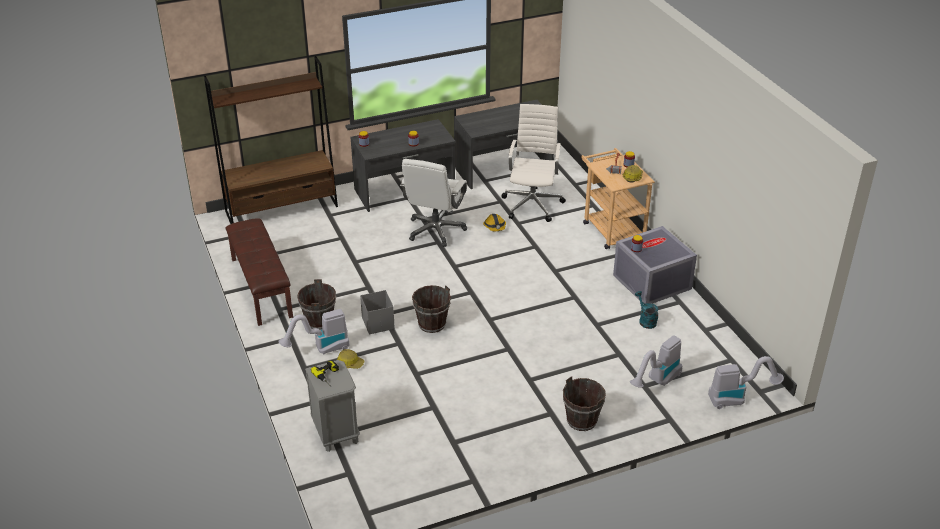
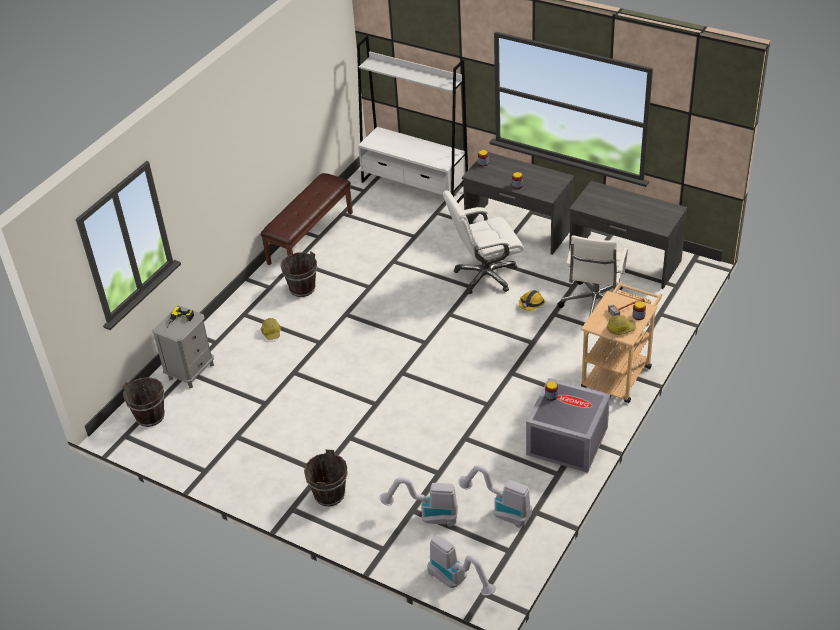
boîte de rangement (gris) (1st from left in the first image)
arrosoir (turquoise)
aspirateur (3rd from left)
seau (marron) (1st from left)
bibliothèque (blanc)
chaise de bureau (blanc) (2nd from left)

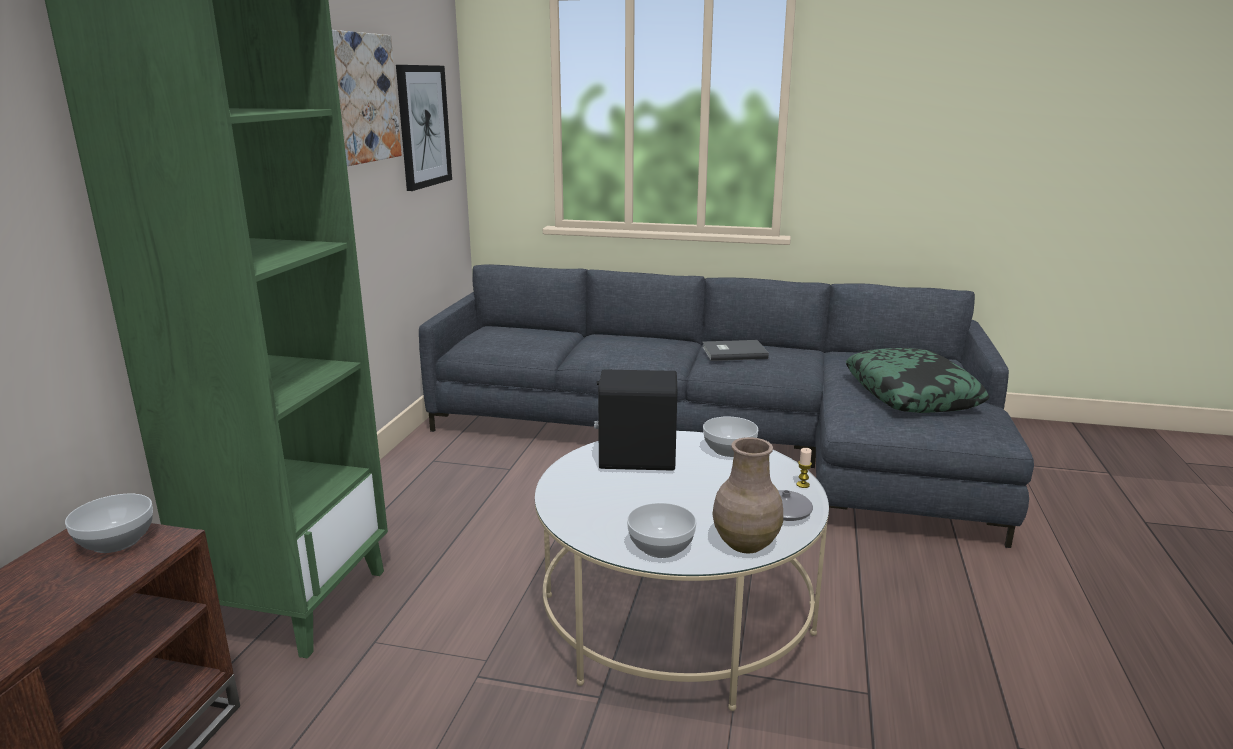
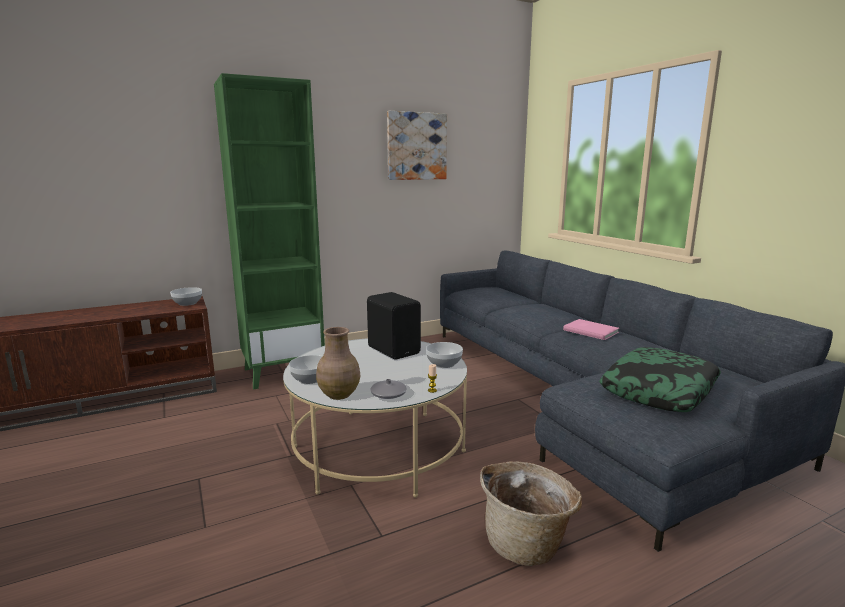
tableau (2nd from left in the first image)
panier
livre (rose)

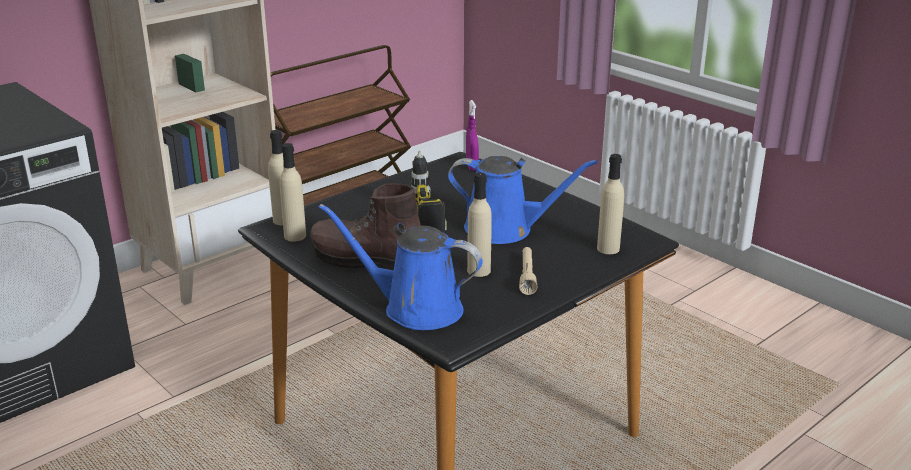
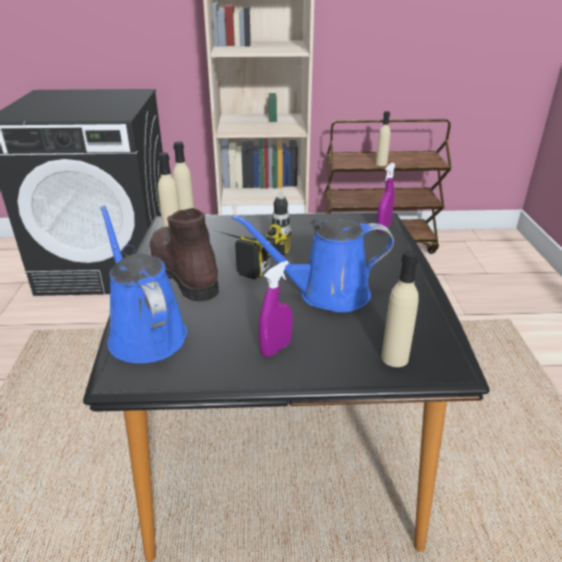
bouteille (beige) (3rd from left)
vaporisateur (violet) (1st from left)
arrosoir (bleu) (2nd from left)

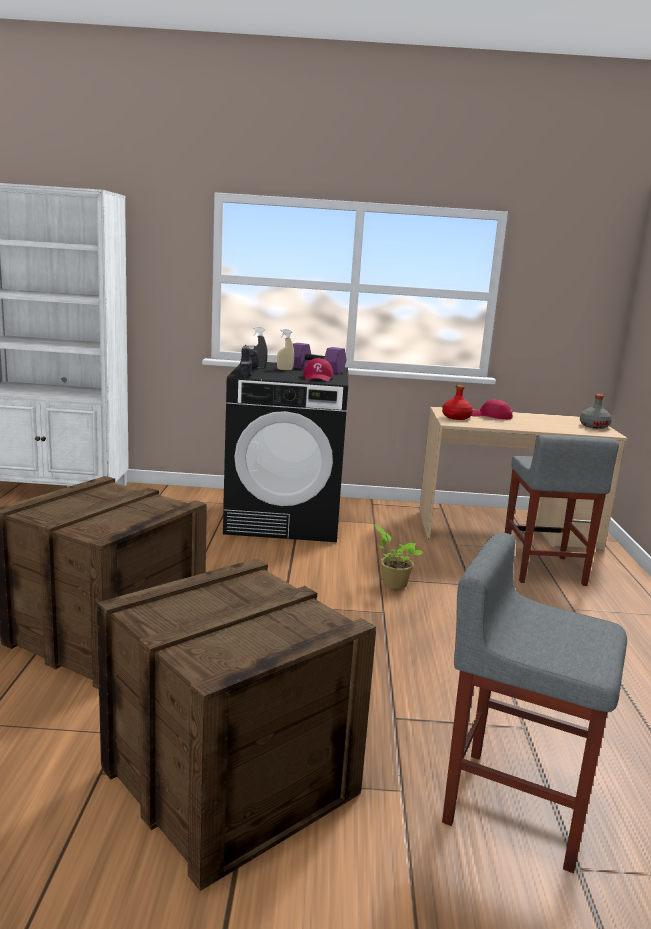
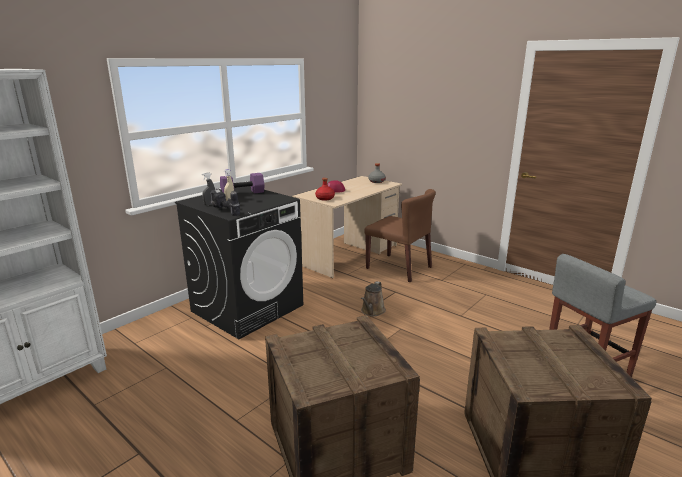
casquette (rouge) (1st from left in the first image)
arrosoir (marron)
chaise (marron)

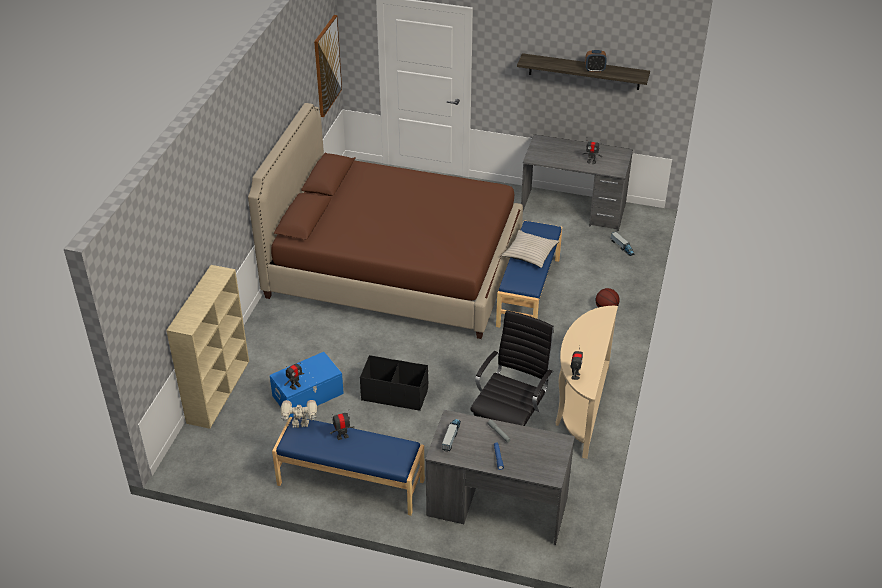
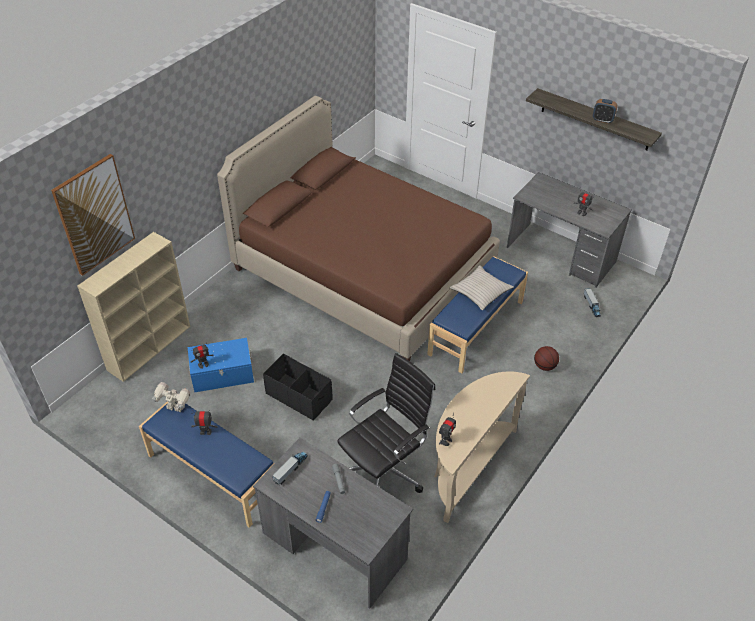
tableau

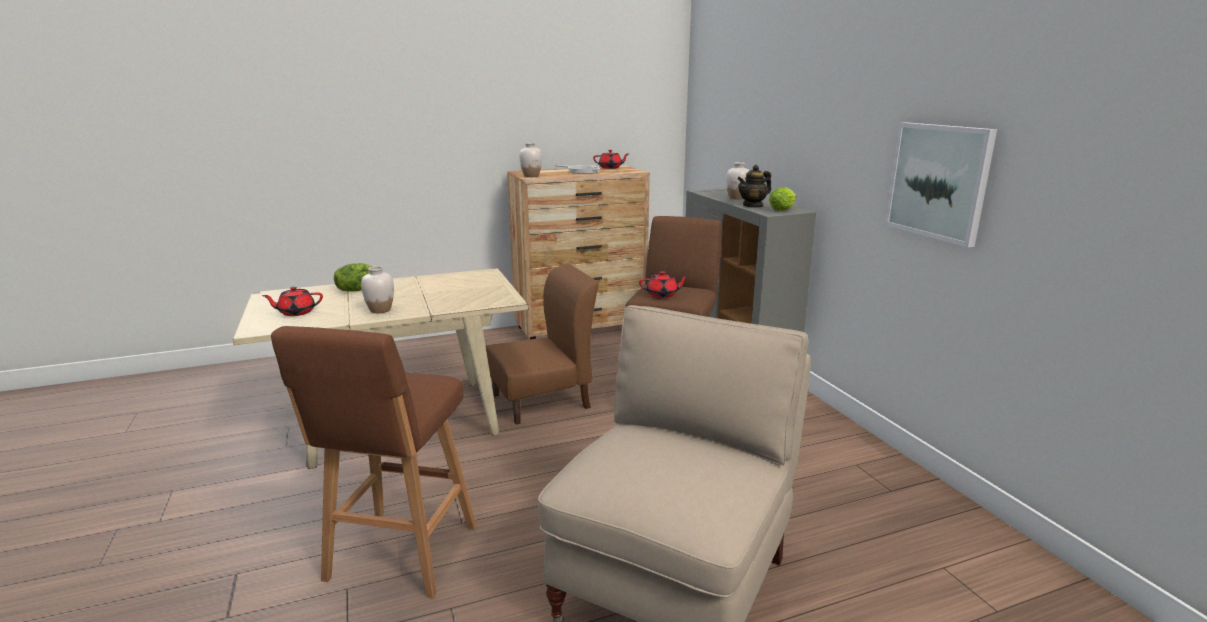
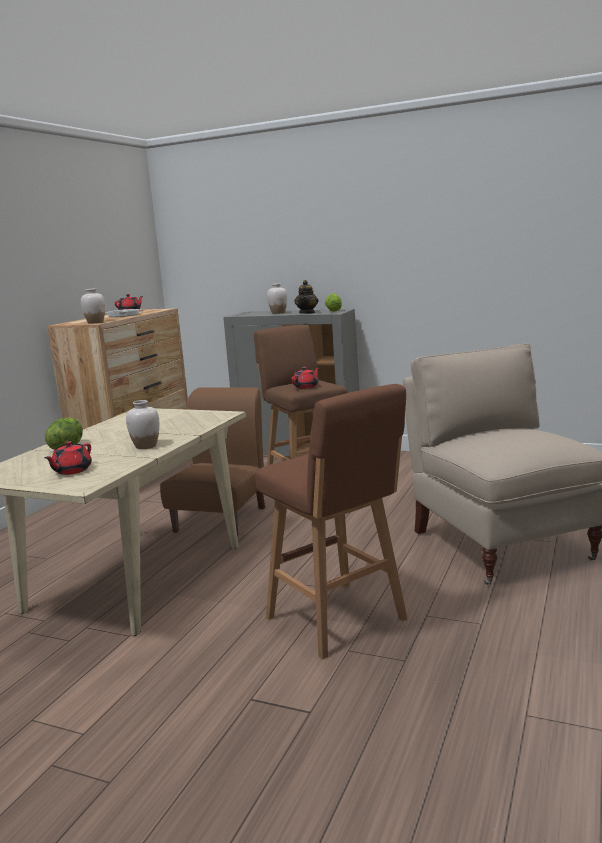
tableau

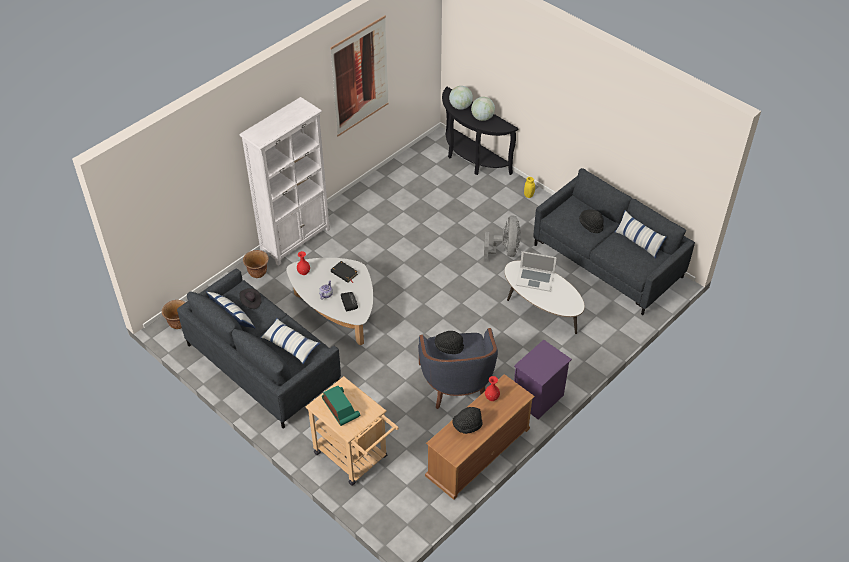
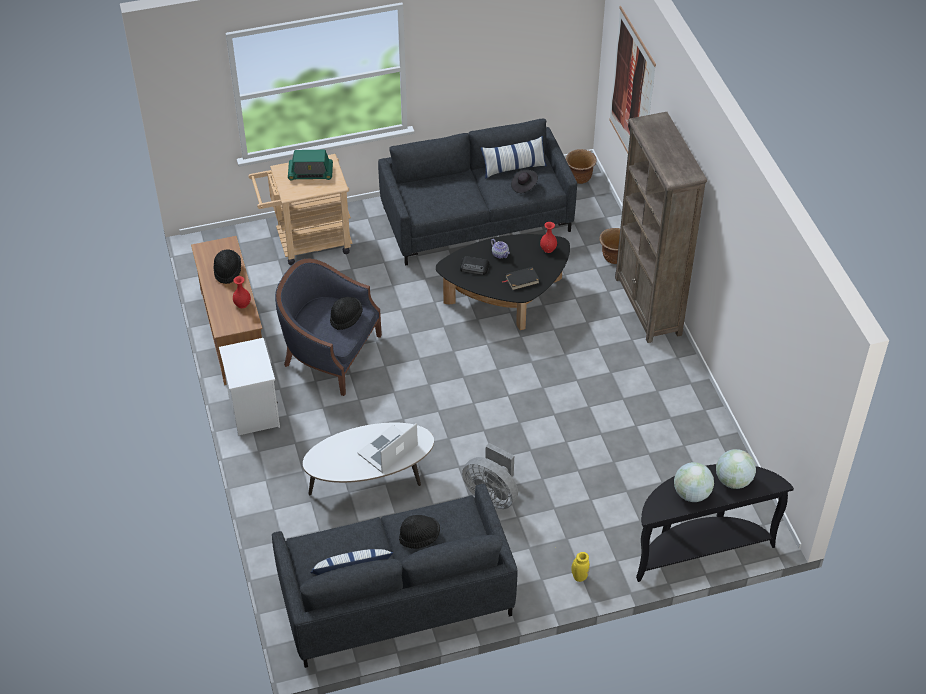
coussin (2nd from left in the first image)
tableau
bibliothèque (marron)
table basse (noir)
table de chevet (blanc)

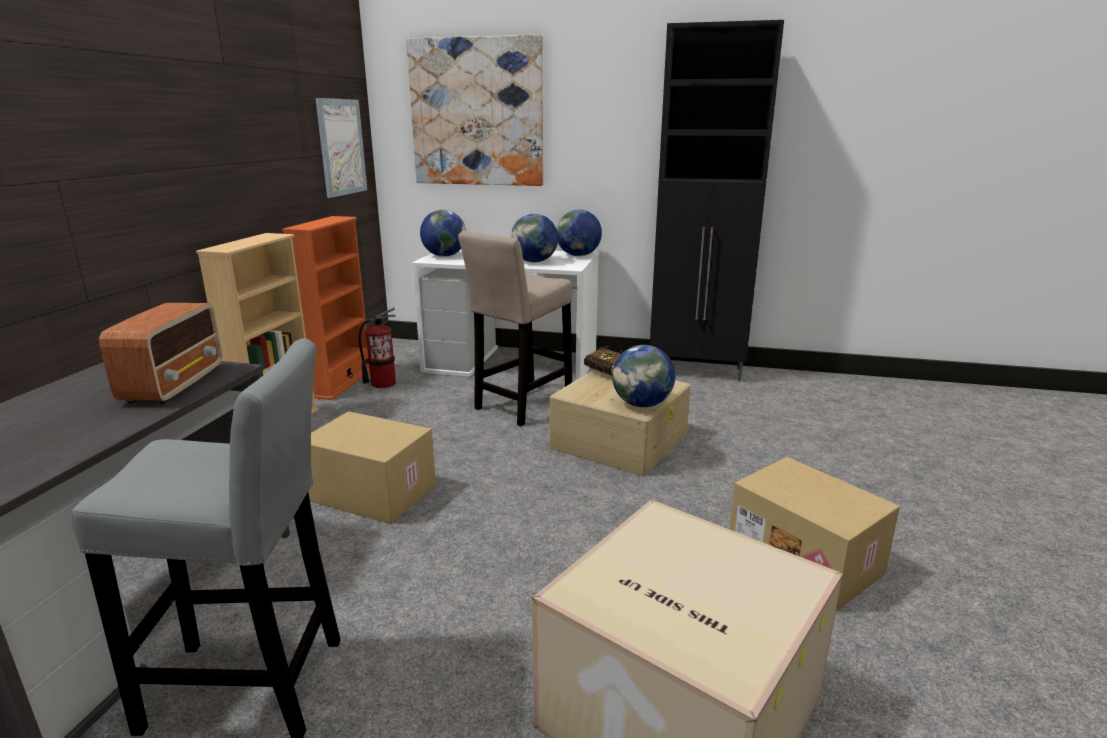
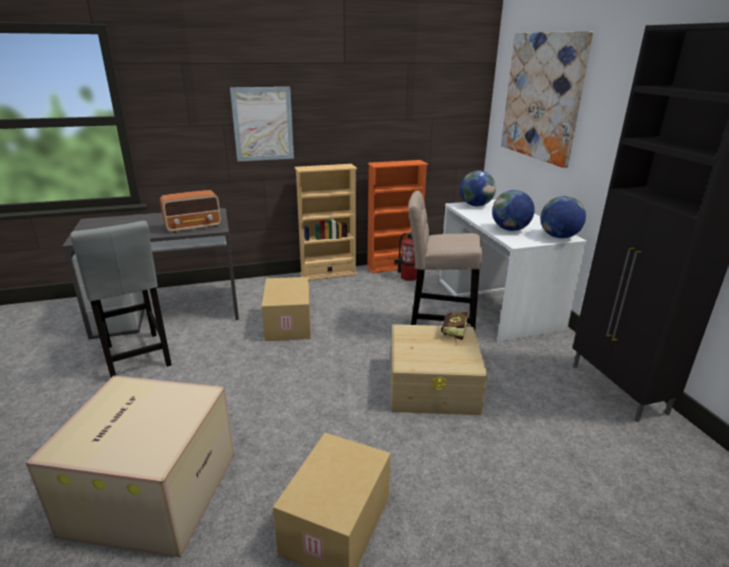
globe (4th from left in the first image)
tableau (1st from left)

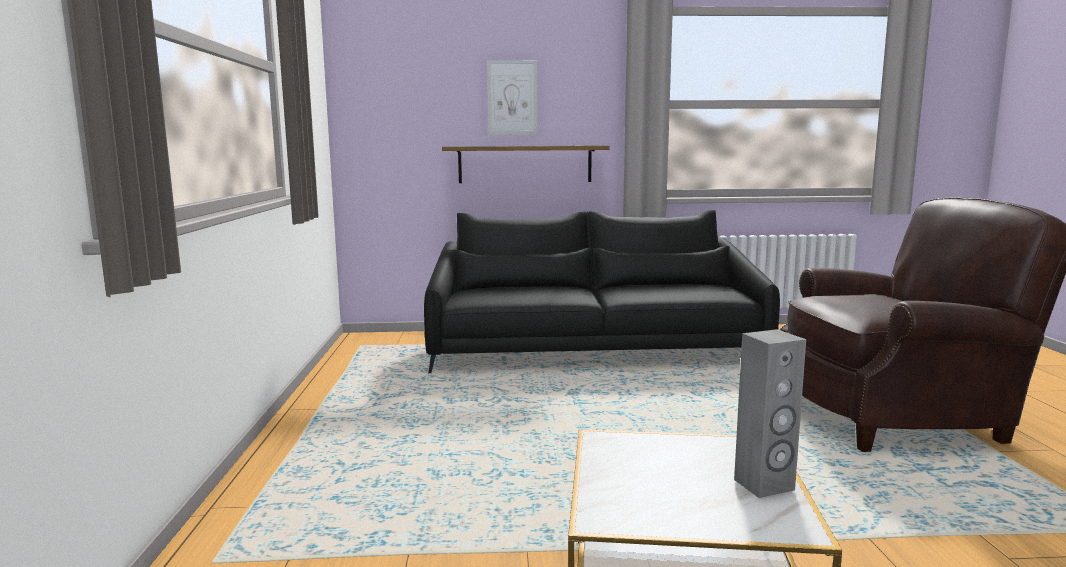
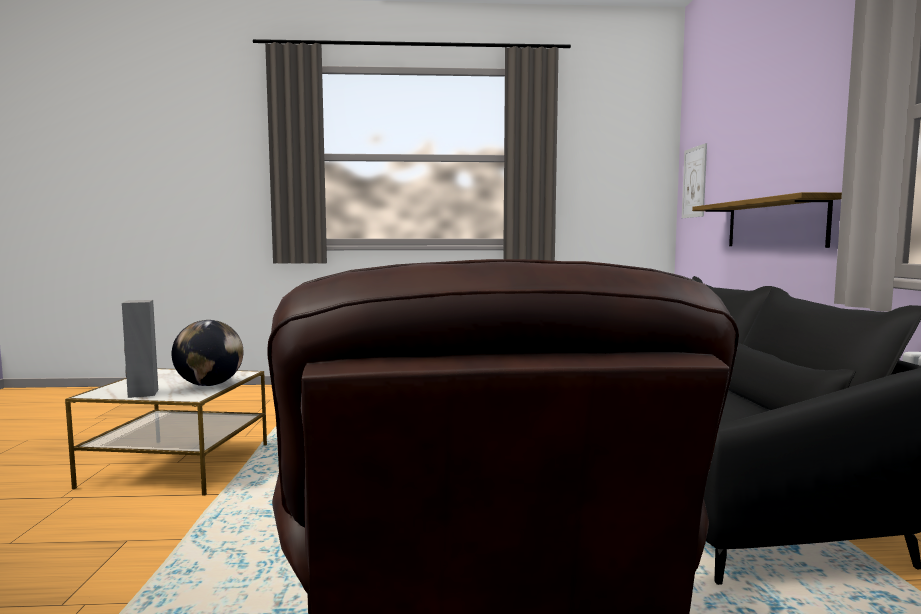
globe
tableau

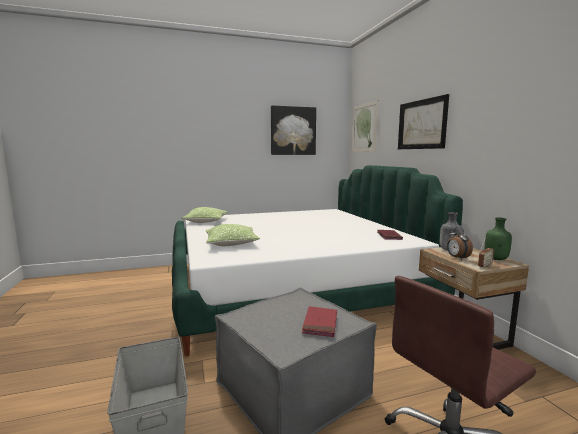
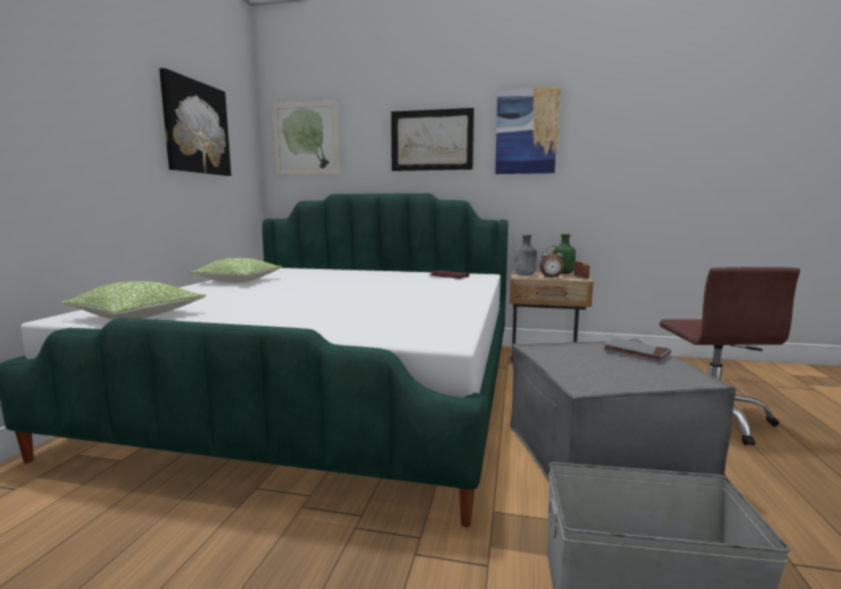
tableau (4th from left)
coussin (2nd from left)
livre (gris)

